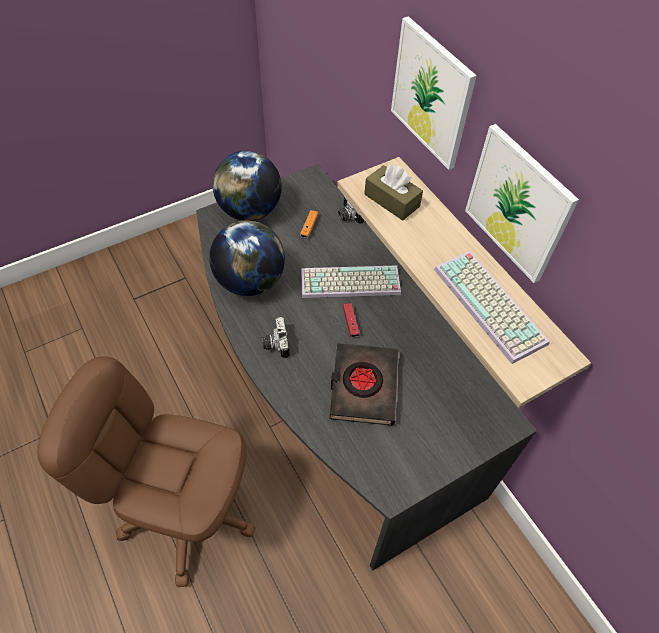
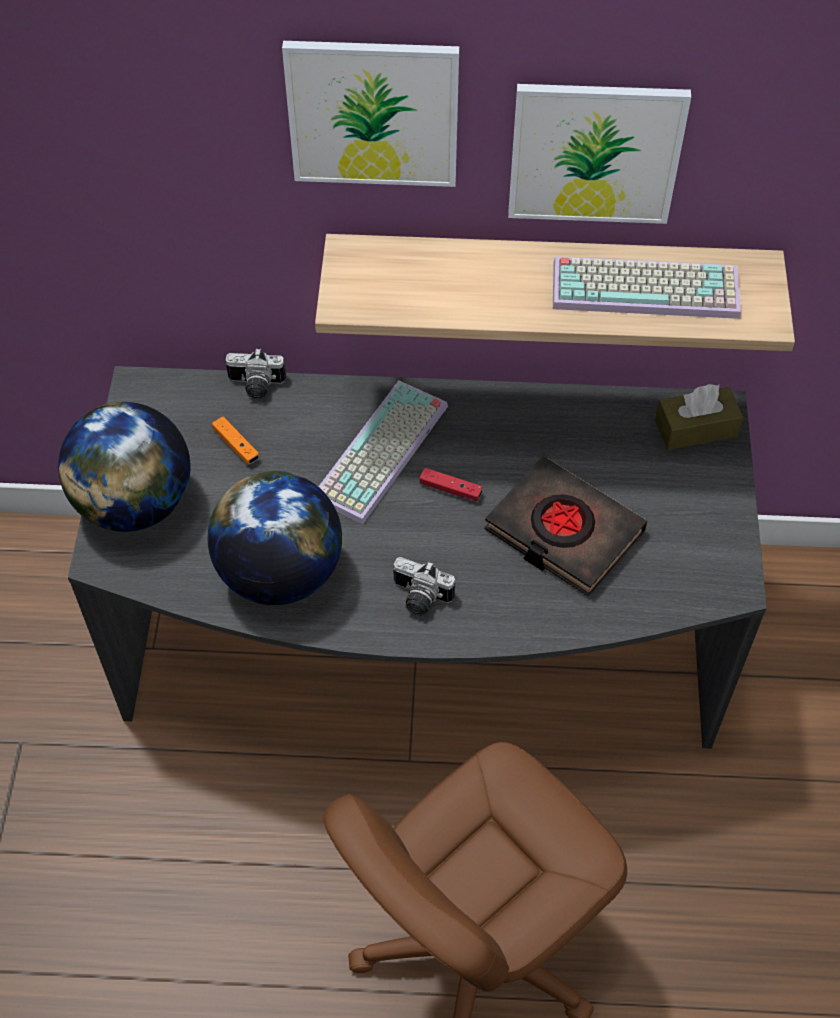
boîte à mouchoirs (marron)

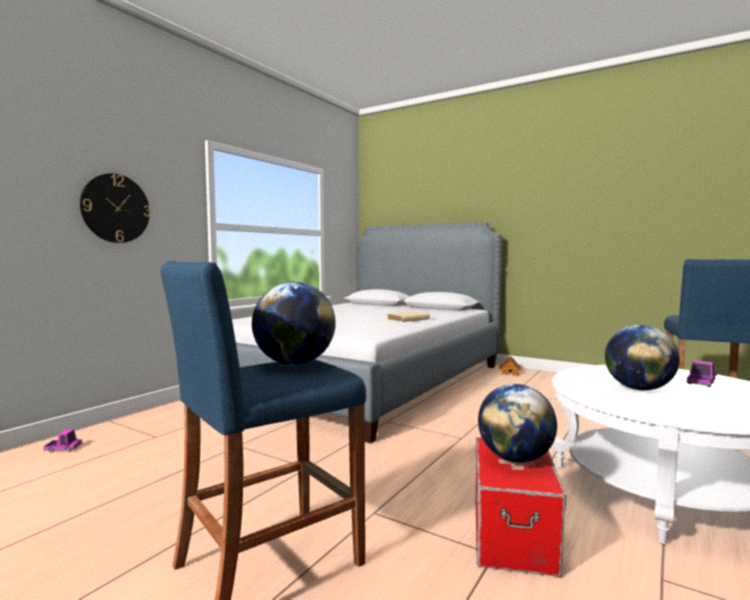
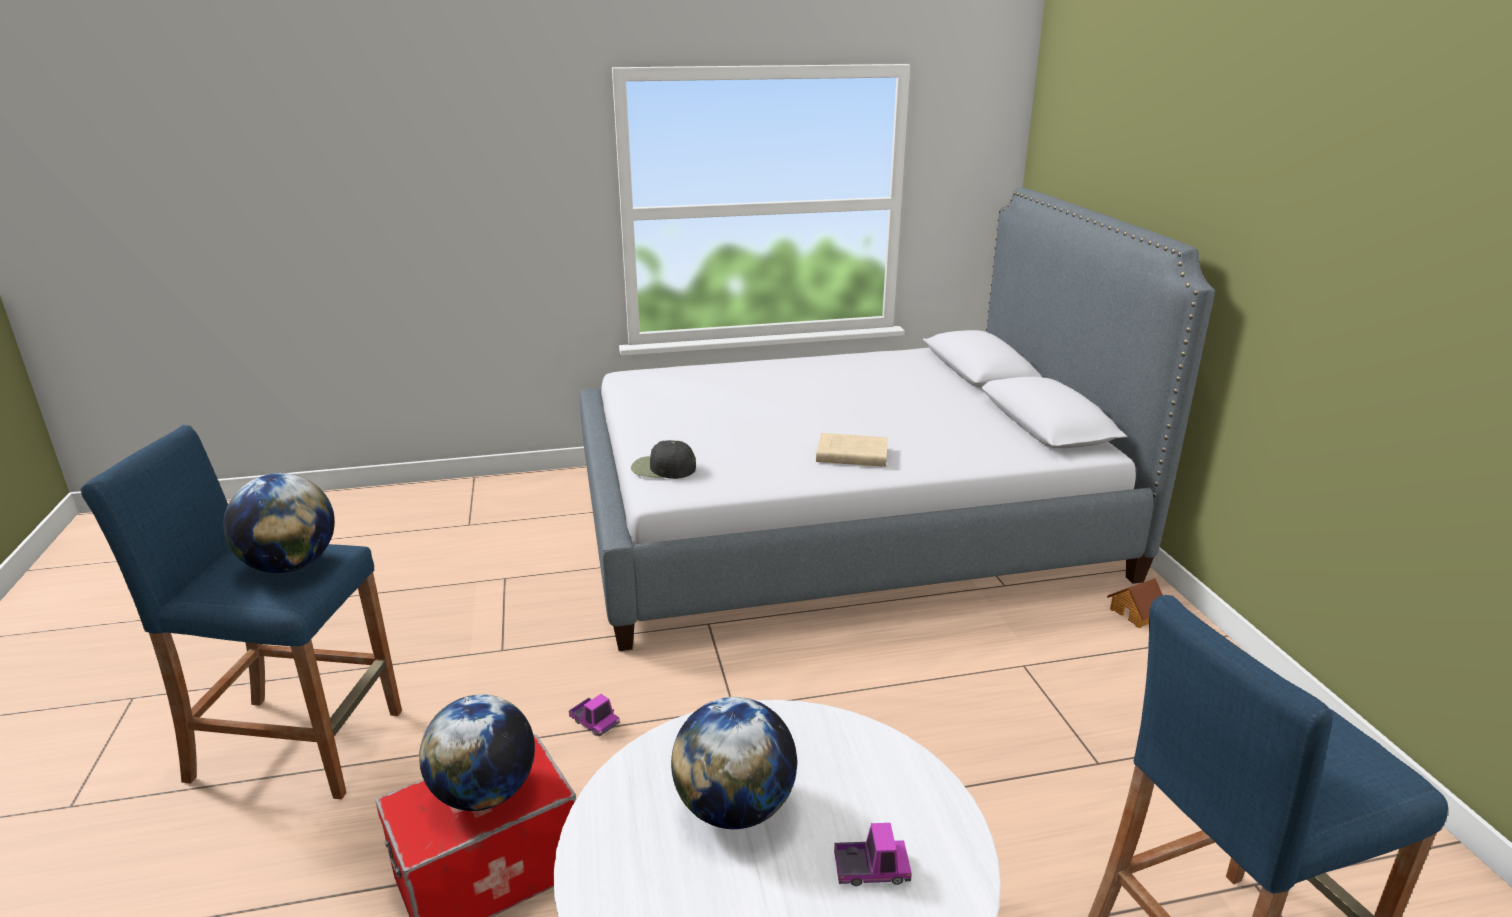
horloge murale
casquette (noir)
camion jouet (1st from left)

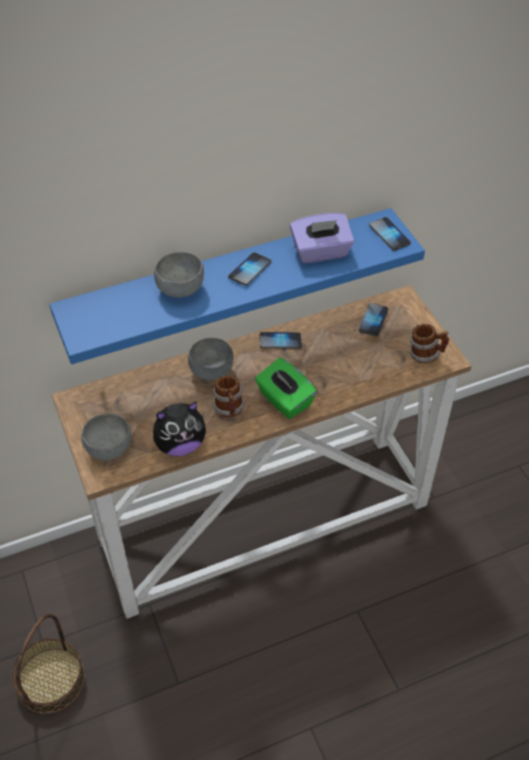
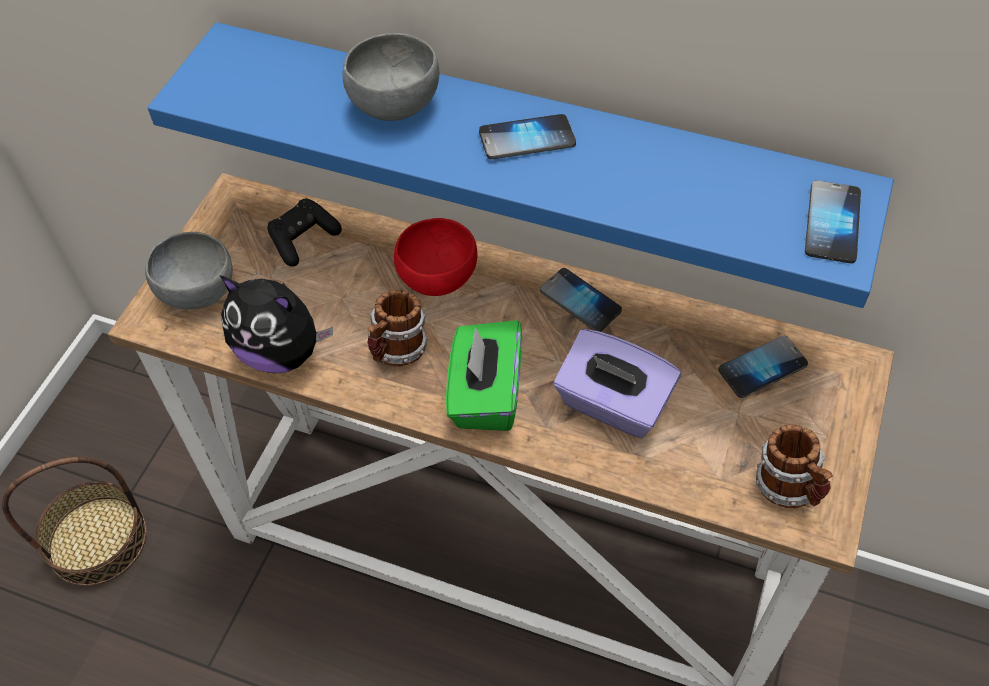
manette (noir)
boîte à mouchoirs (violet)
bol (rouge)

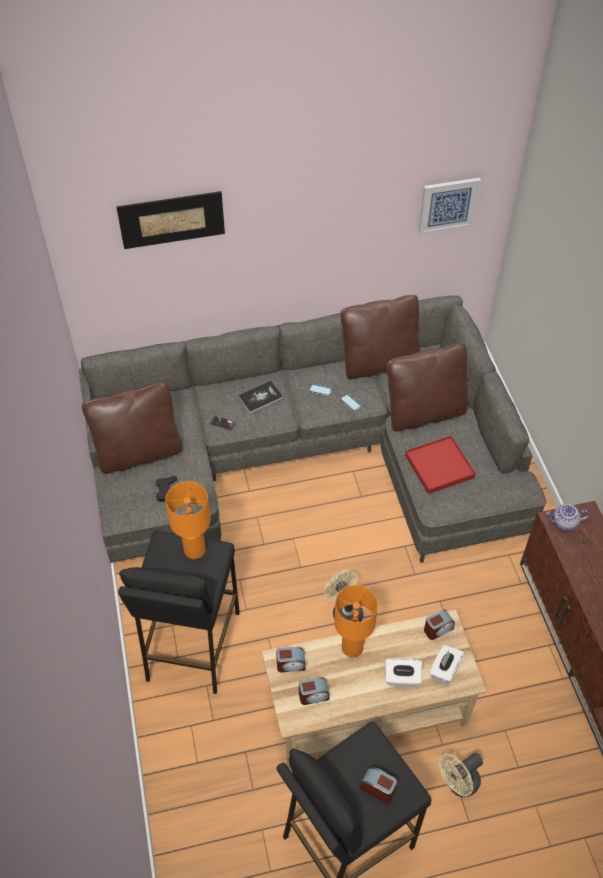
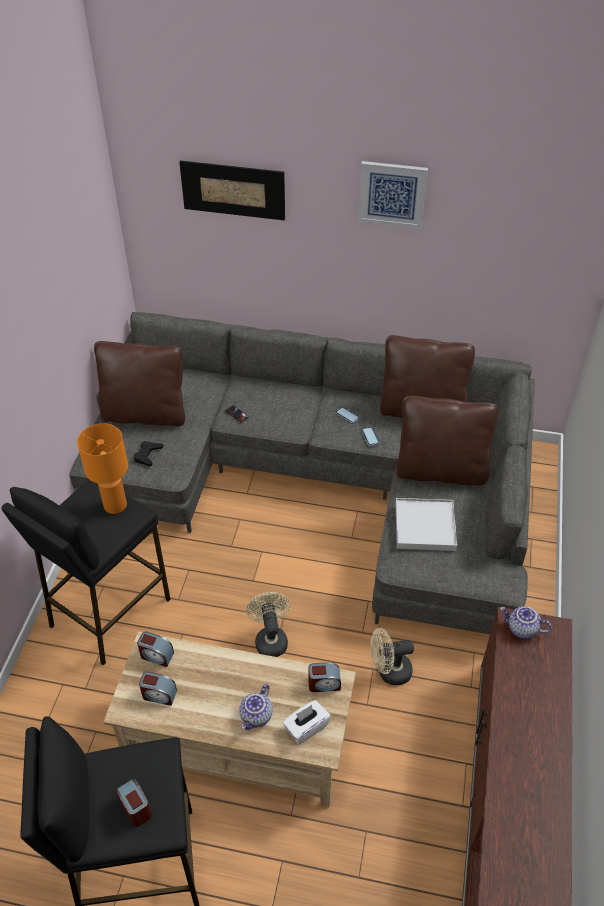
livre
lampe de table (orange) (2nd from left in the first image)
tableau (2nd from left)
ventilateur (beige) (2nd from left)
théière (1st from left)
plateau (blanc)

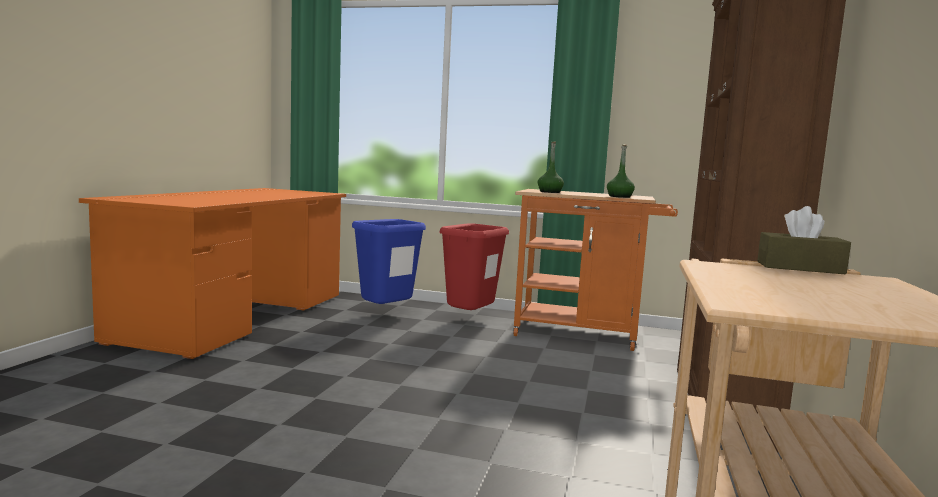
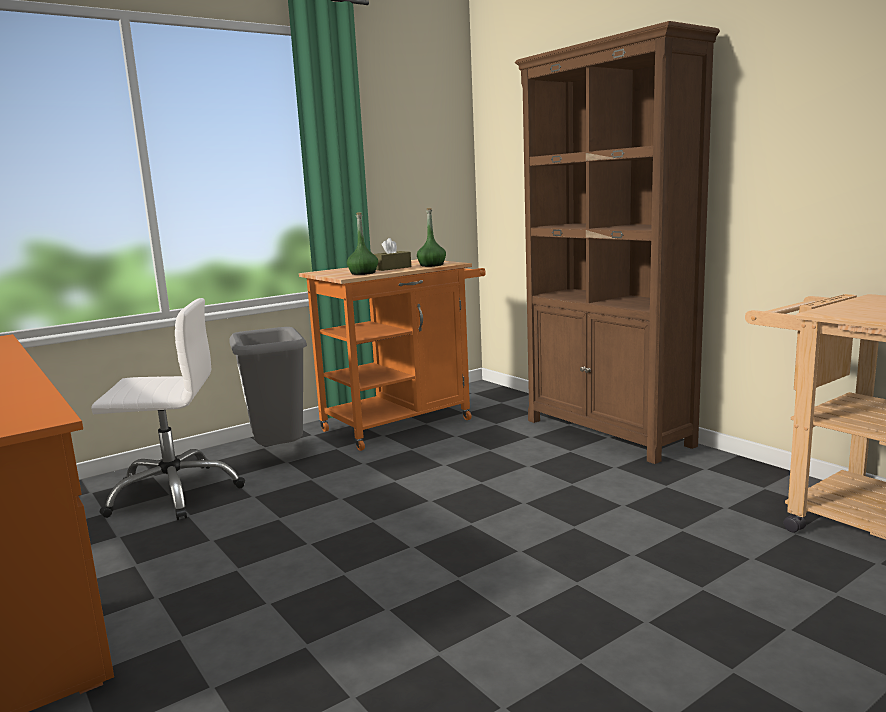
boîte à mouchoirs (marron)
chaise de bureau (blanc)
poubelle (gris)

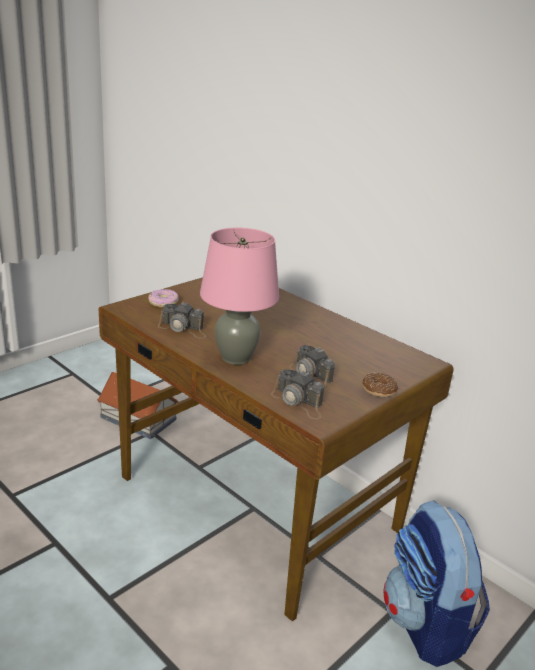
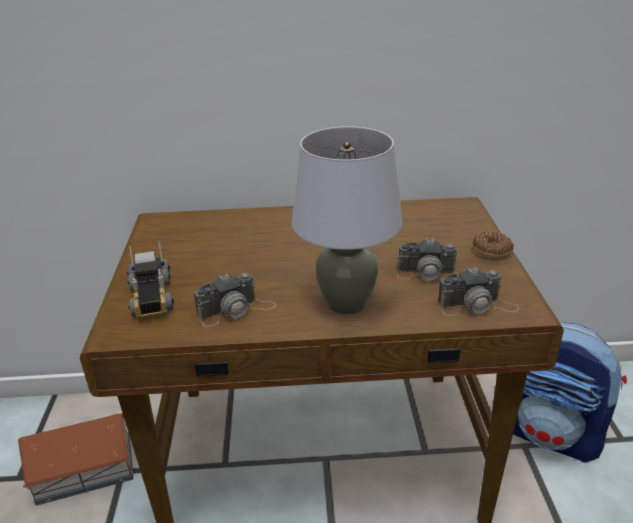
camion jouet
lampe de table (gris)

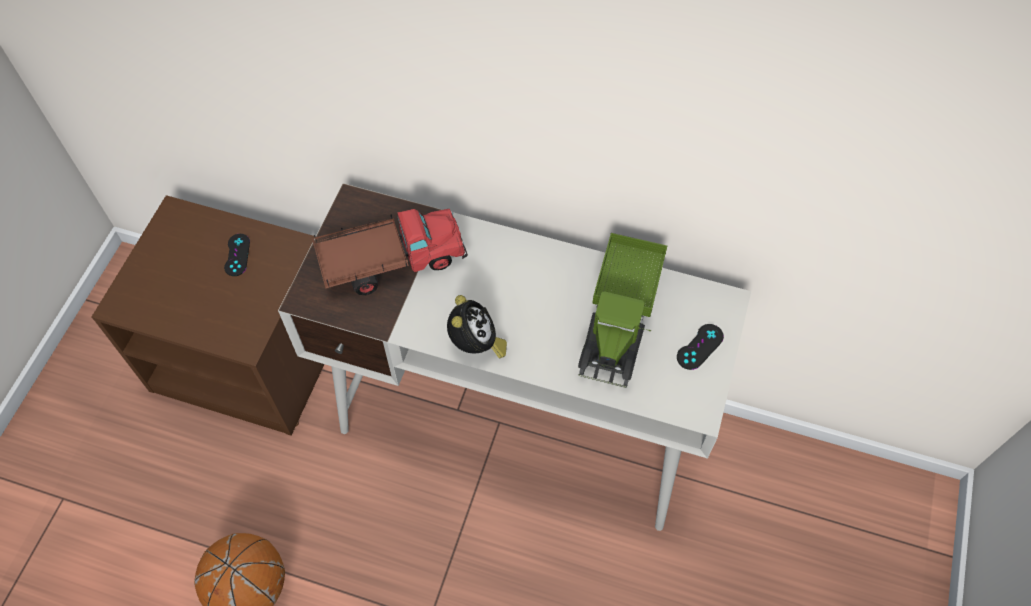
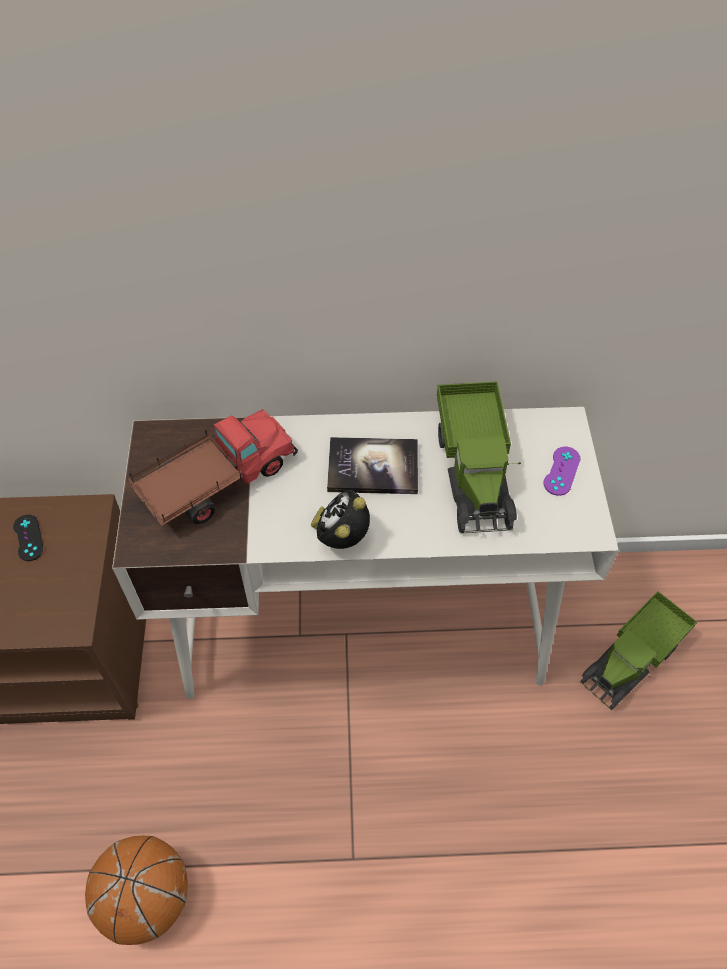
livre
camion jouet (3rd from left)
manette (violet)
réveil

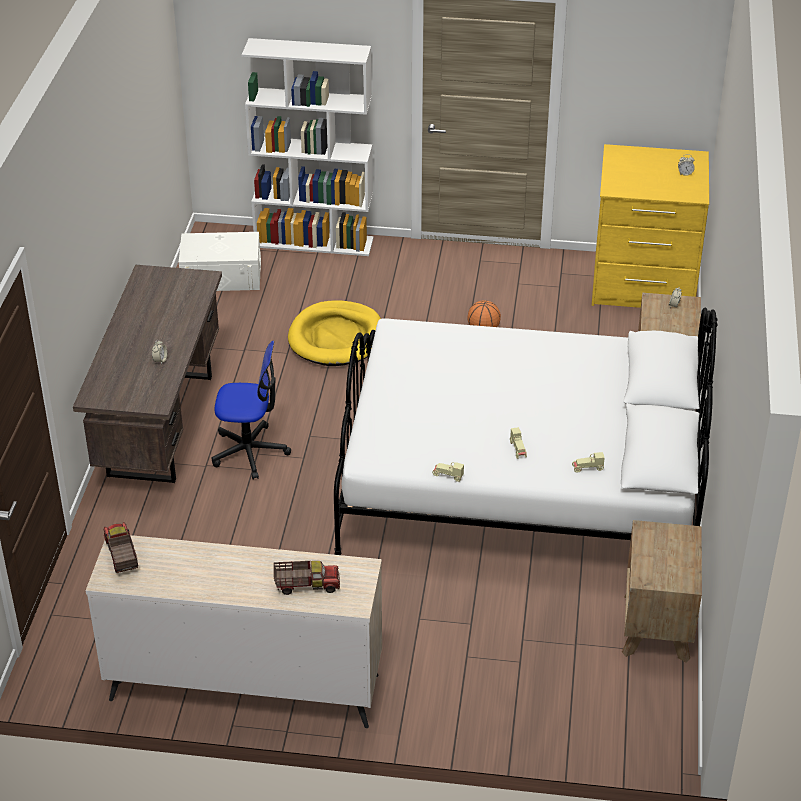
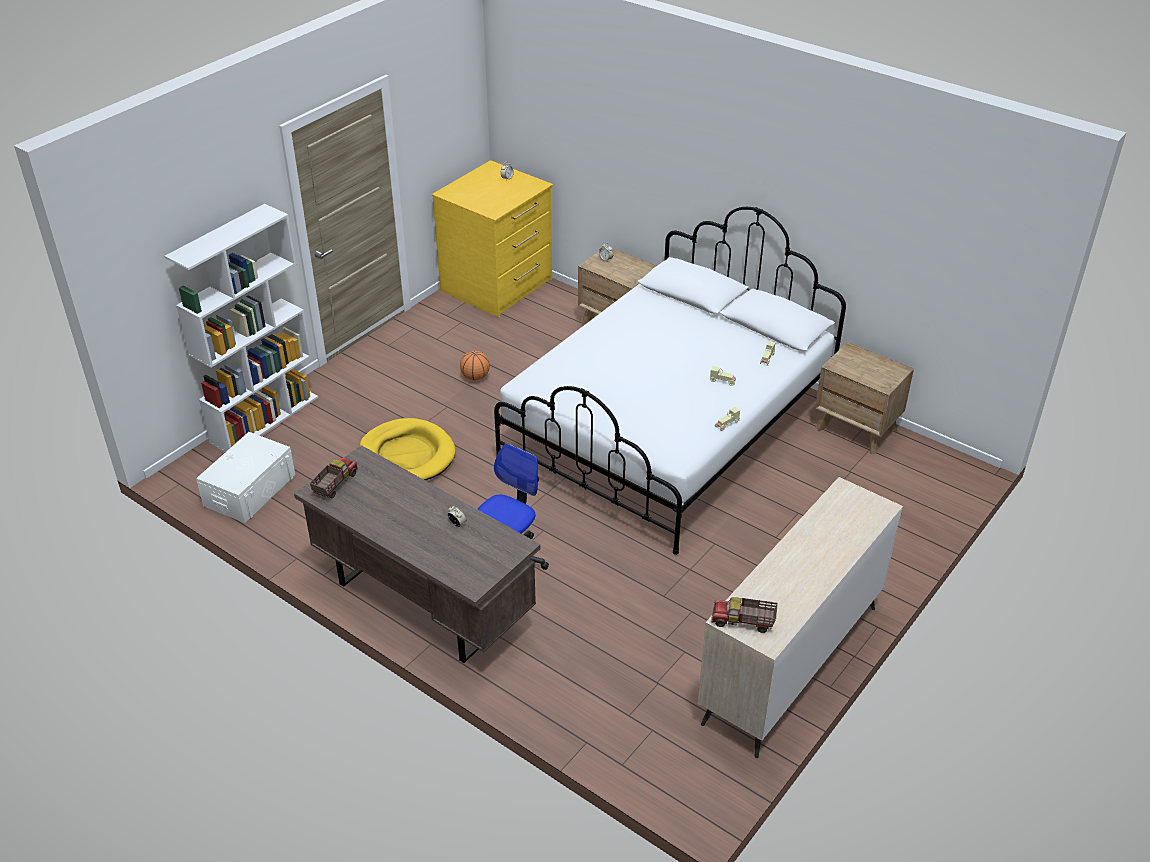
camion jouet (1st from left)

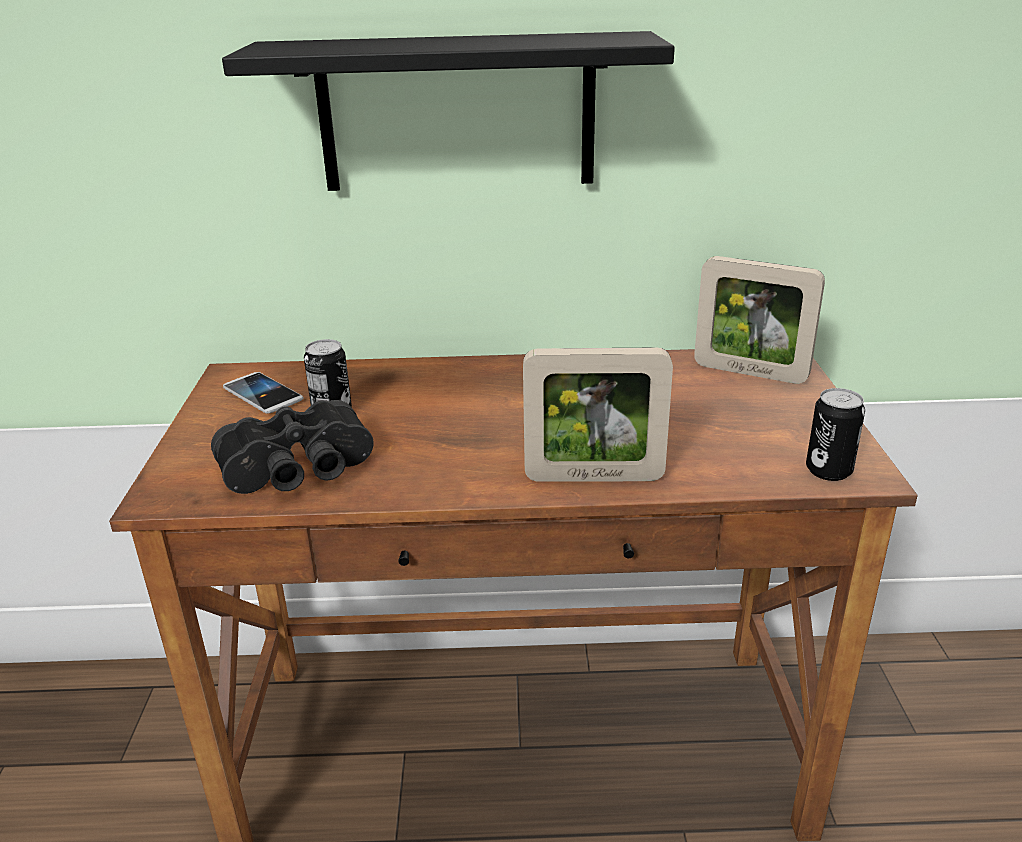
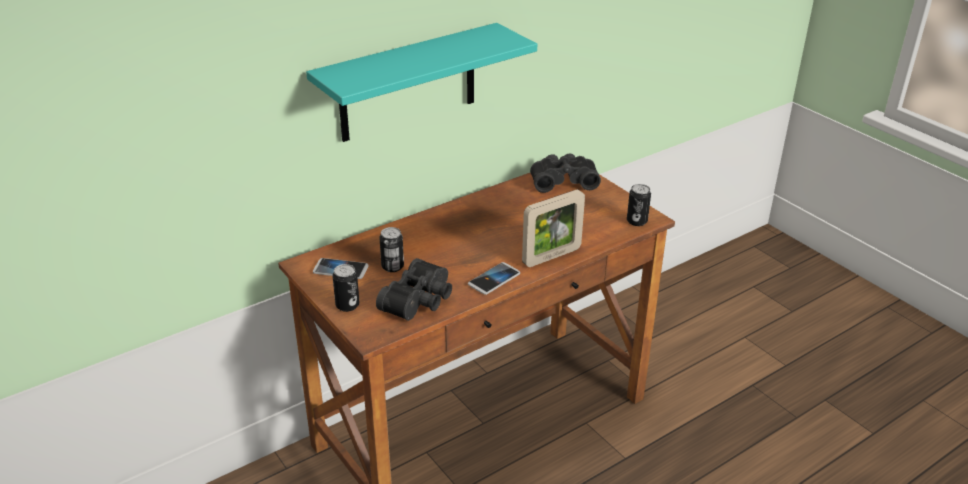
boîte métallique (1st from left)
téléphone (2nd from left)
jumelles (noir) (2nd from left)
étagère (turquoise)

